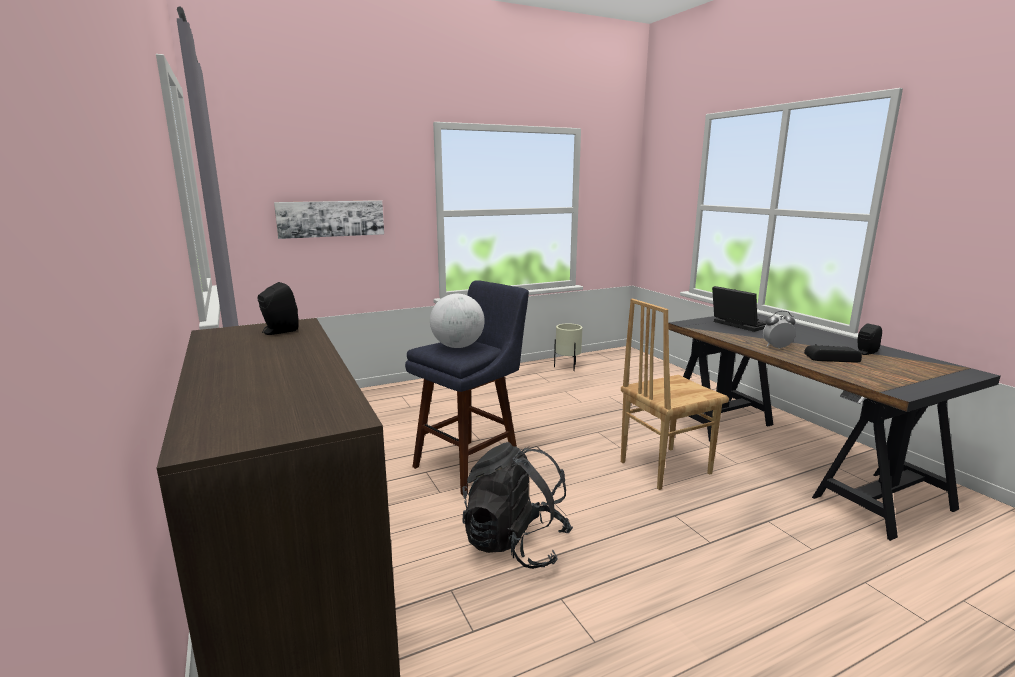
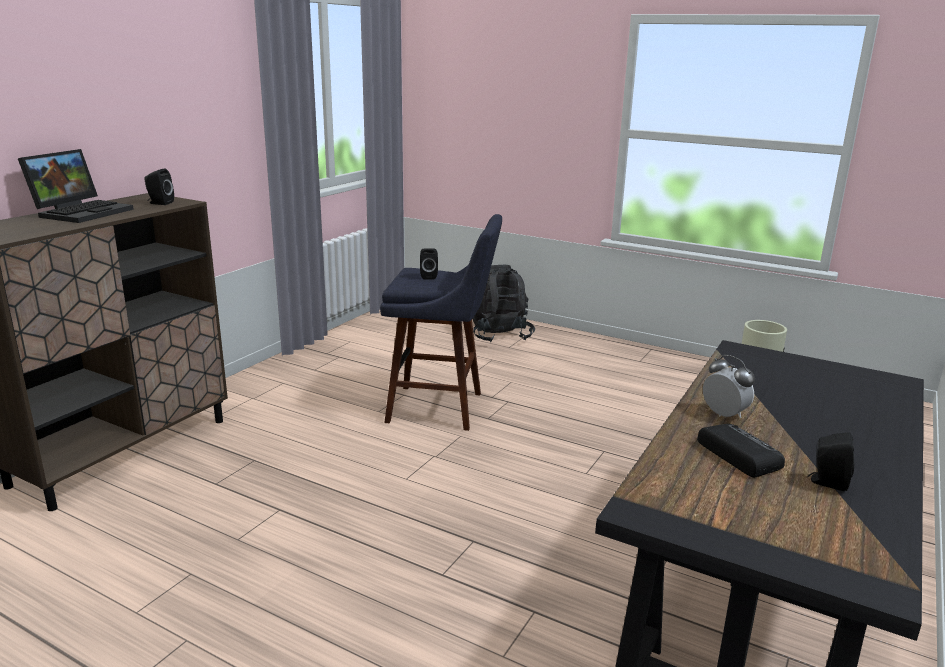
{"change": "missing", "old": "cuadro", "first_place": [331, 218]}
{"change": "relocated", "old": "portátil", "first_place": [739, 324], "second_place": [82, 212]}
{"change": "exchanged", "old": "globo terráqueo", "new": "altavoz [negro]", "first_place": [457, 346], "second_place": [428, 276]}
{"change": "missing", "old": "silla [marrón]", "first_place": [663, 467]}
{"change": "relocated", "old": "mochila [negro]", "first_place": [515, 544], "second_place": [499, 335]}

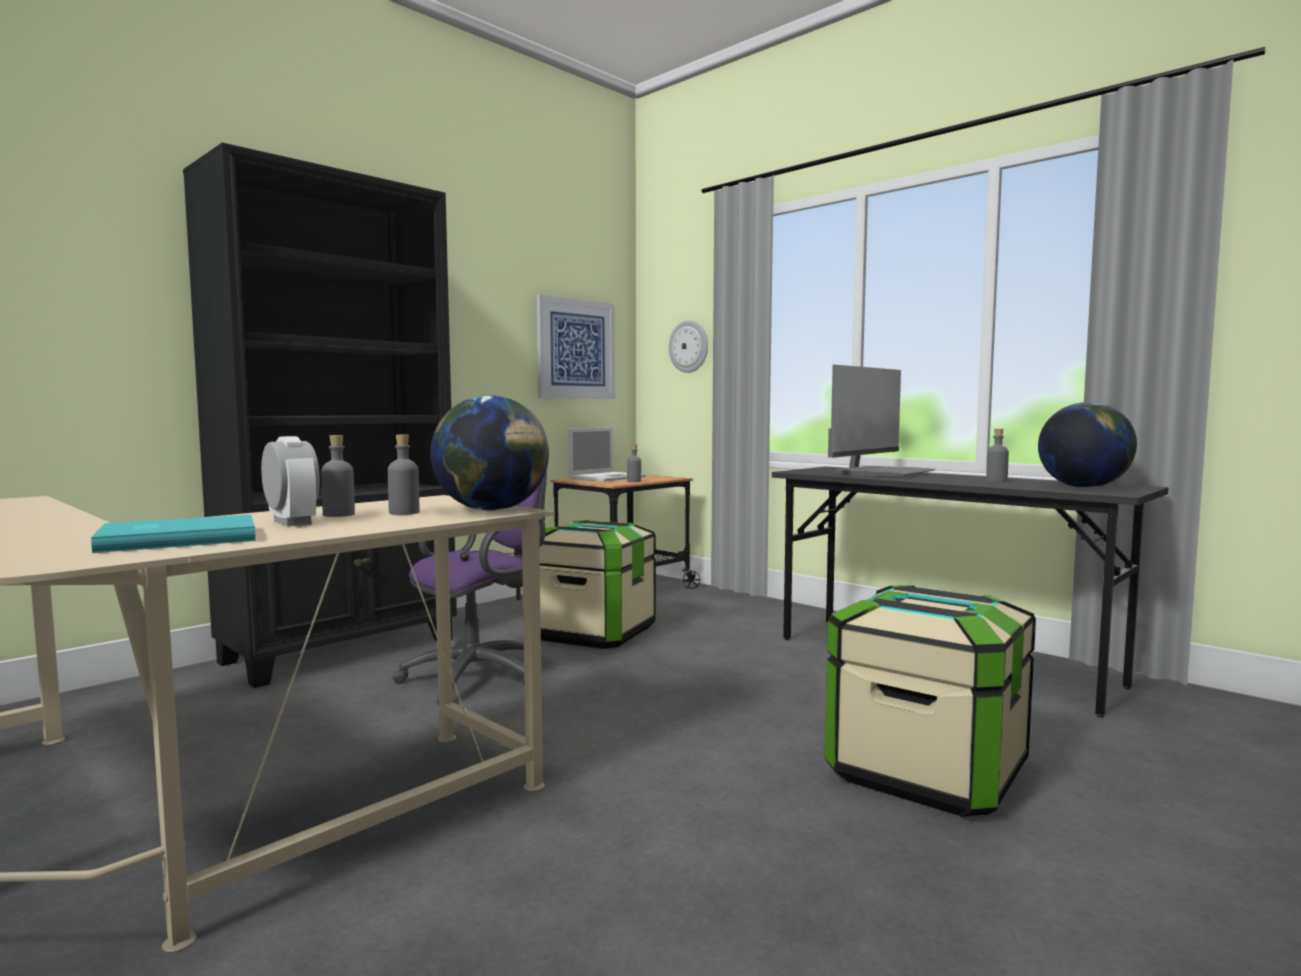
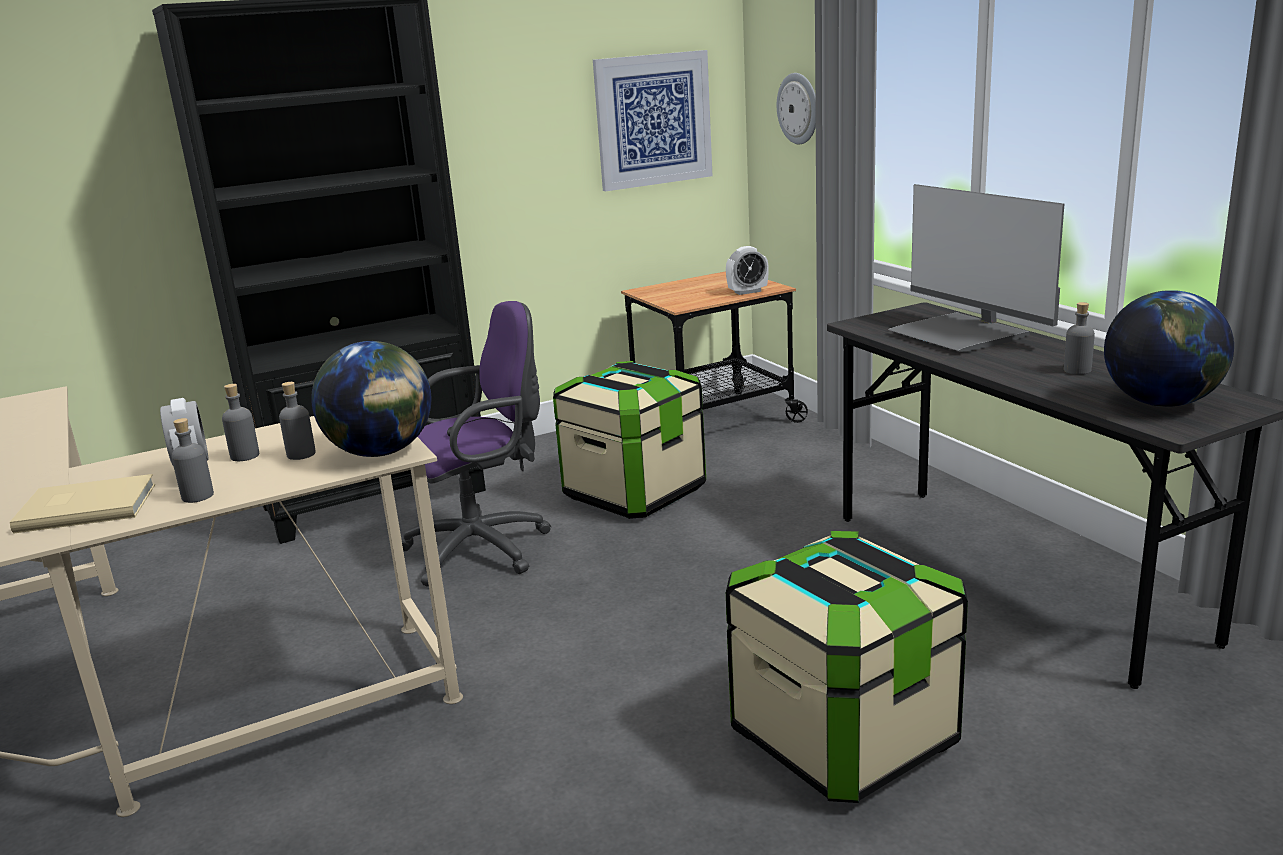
{"change": "spun", "old": "monitor", "first_place": [881, 473], "second_place": [960, 334], "degrees": 90}
{"change": "missing", "old": "portátil", "first_place": [608, 477]}
{"change": "relocated", "old": "botella [gris]", "first_place": [634, 481], "second_place": [198, 496]}
{"change": "colour", "old": "libro [turquesa]", "new": "libro [beis]", "first_place": [177, 538], "second_place": [86, 507]}
{"change": "appeared", "new": "despertador", "second_place": [747, 292]}

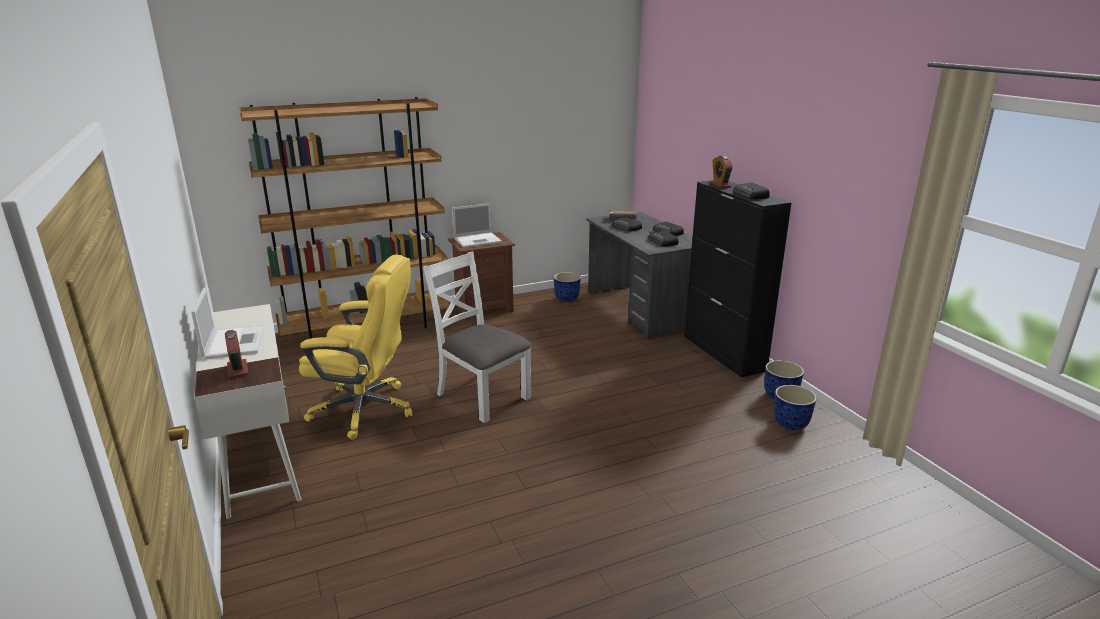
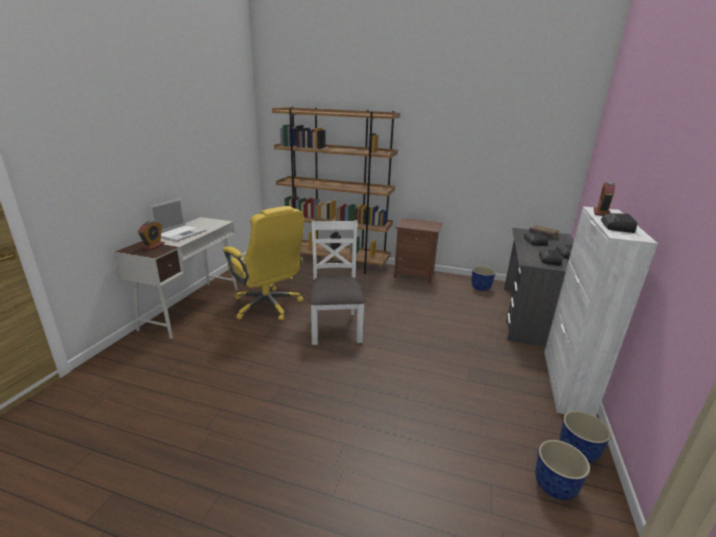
{"change": "colour", "old": "armario [negro]", "new": "armario [blanco]", "first_place": [723, 353], "second_place": [566, 382]}
{"change": "missing", "old": "portátil", "first_place": [478, 240]}

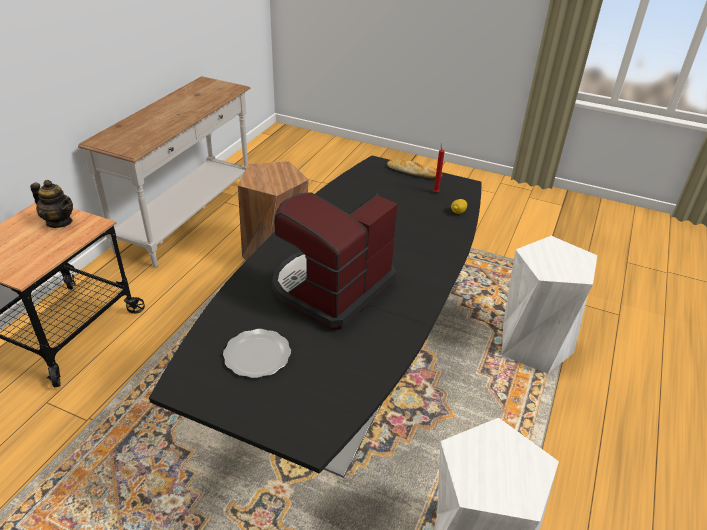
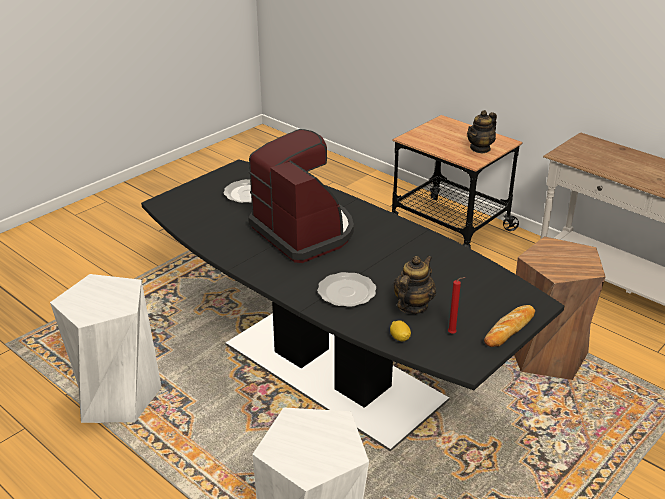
{"change": "appeared", "new": "tetera", "second_place": [412, 306]}
{"change": "appeared", "new": "plato", "second_place": [346, 292]}

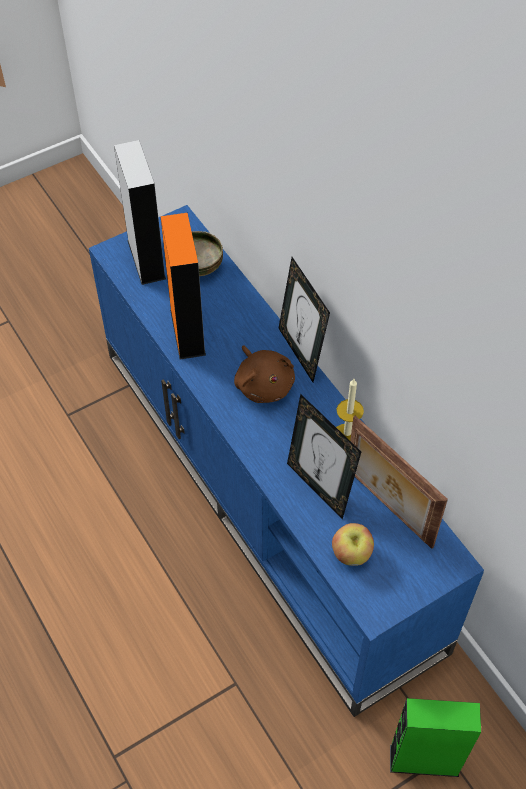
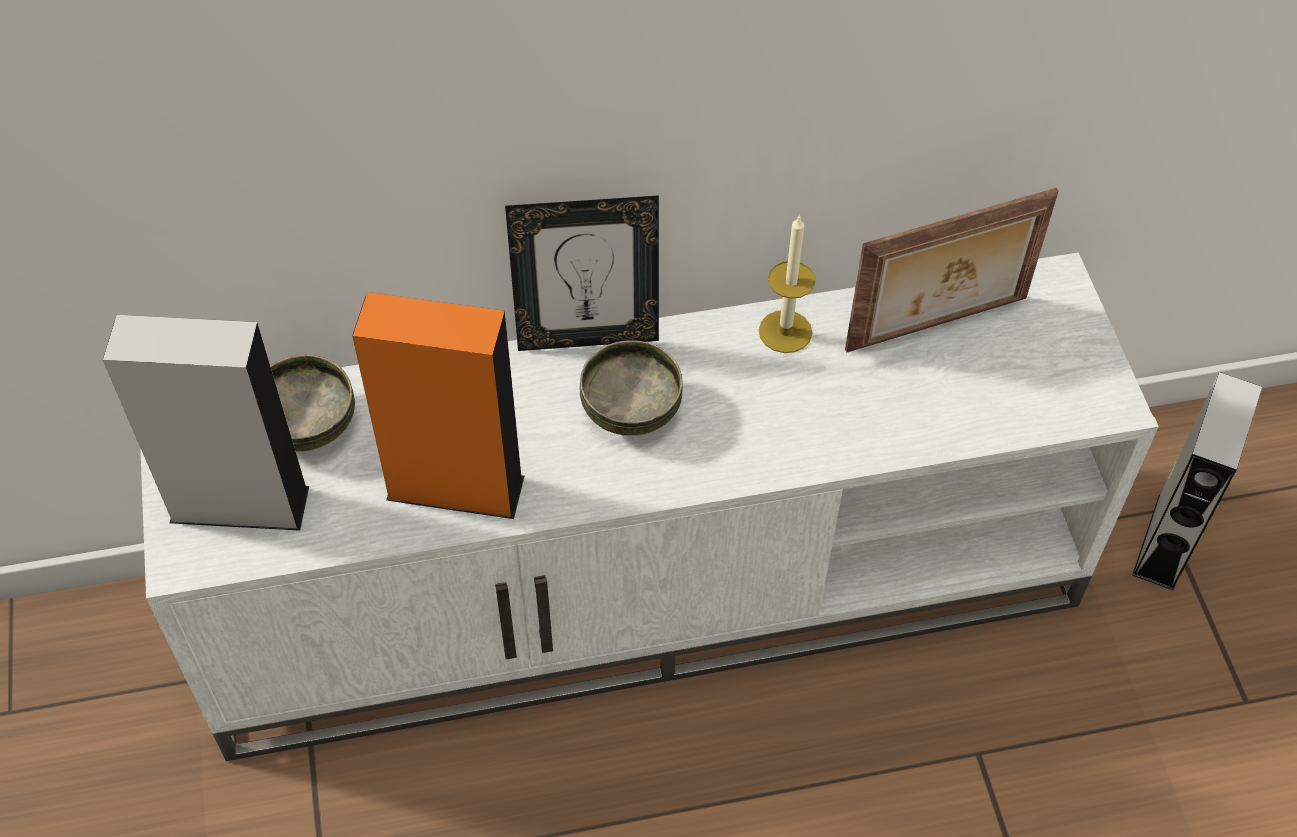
{"change": "colour", "old": "mueble de televisión [azul]", "new": "mueble de televisión [blanco]", "first_place": [269, 493], "second_place": [649, 589]}
{"change": "exchanged", "old": "peluche [marrón]", "new": "cuenco", "first_place": [263, 384], "second_place": [629, 409]}
{"change": "missing", "old": "portarretratos", "first_place": [319, 487]}
{"change": "missing", "old": "manzana", "first_place": [351, 554]}
{"change": "colour", "old": "altavoz [verde]", "new": "altavoz [gris]", "first_place": [424, 760], "second_place": [1166, 541]}

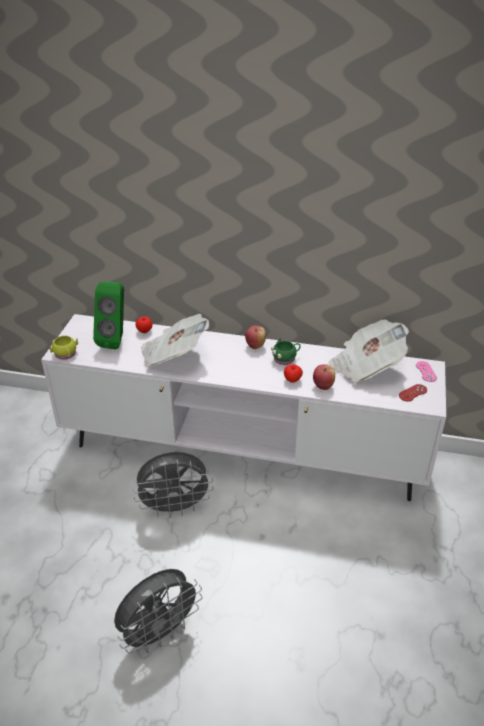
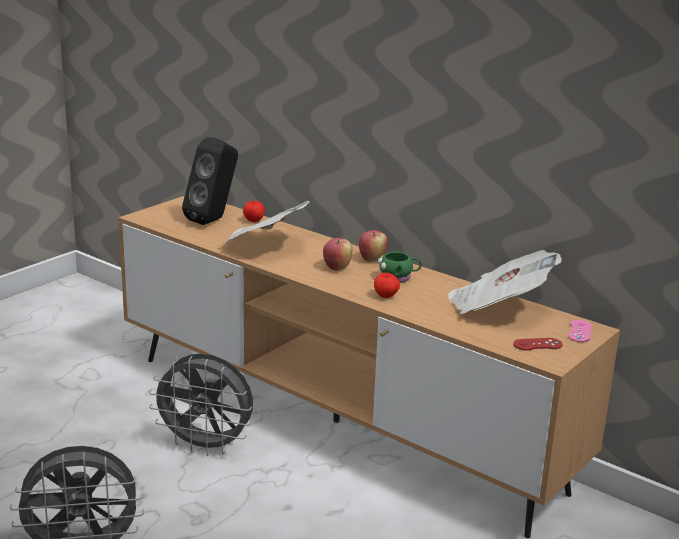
{"change": "colour", "old": "altavoz [verde]", "new": "altavoz [negro]", "first_place": [116, 339], "second_place": [214, 220]}
{"change": "colour", "old": "mueble de televisión [blanco]", "new": "mueble de televisión [marrón]", "first_place": [242, 453], "second_place": [335, 421]}
{"change": "missing", "old": "taza grande [amarillo]", "first_place": [66, 355]}
{"change": "relocated", "old": "manzana", "first_place": [323, 386], "second_place": [337, 267]}

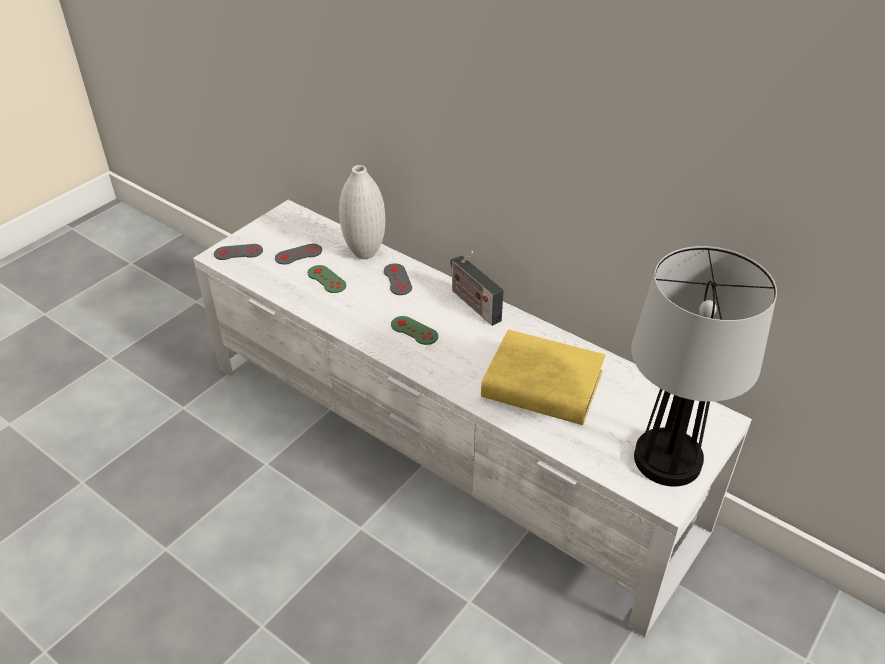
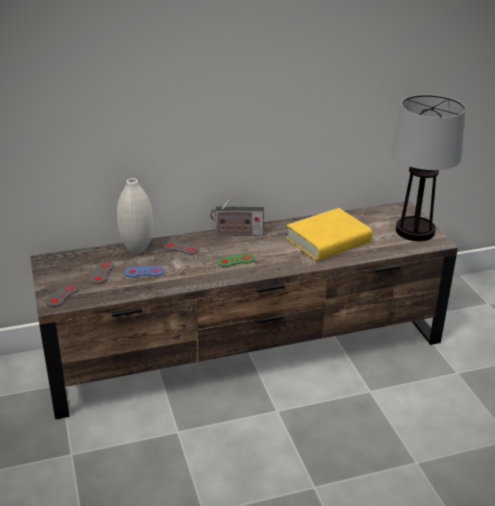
{"change": "colour", "old": "mueble de televisión [blanco]", "new": "mueble de televisión [marrón]", "first_place": [445, 445], "second_place": [248, 348]}
{"change": "colour", "old": "mando de consola [verde]", "new": "mando de consola [azul]", "first_place": [326, 279], "second_place": [144, 272]}

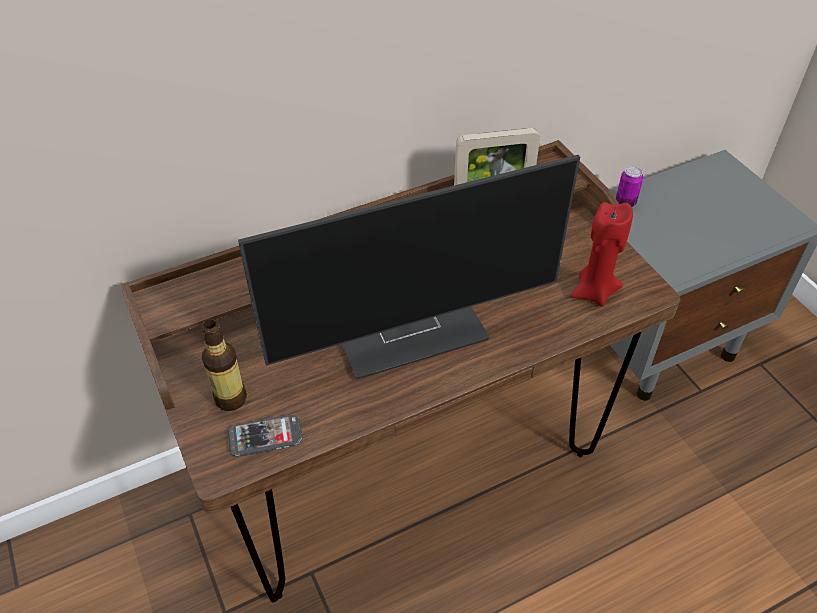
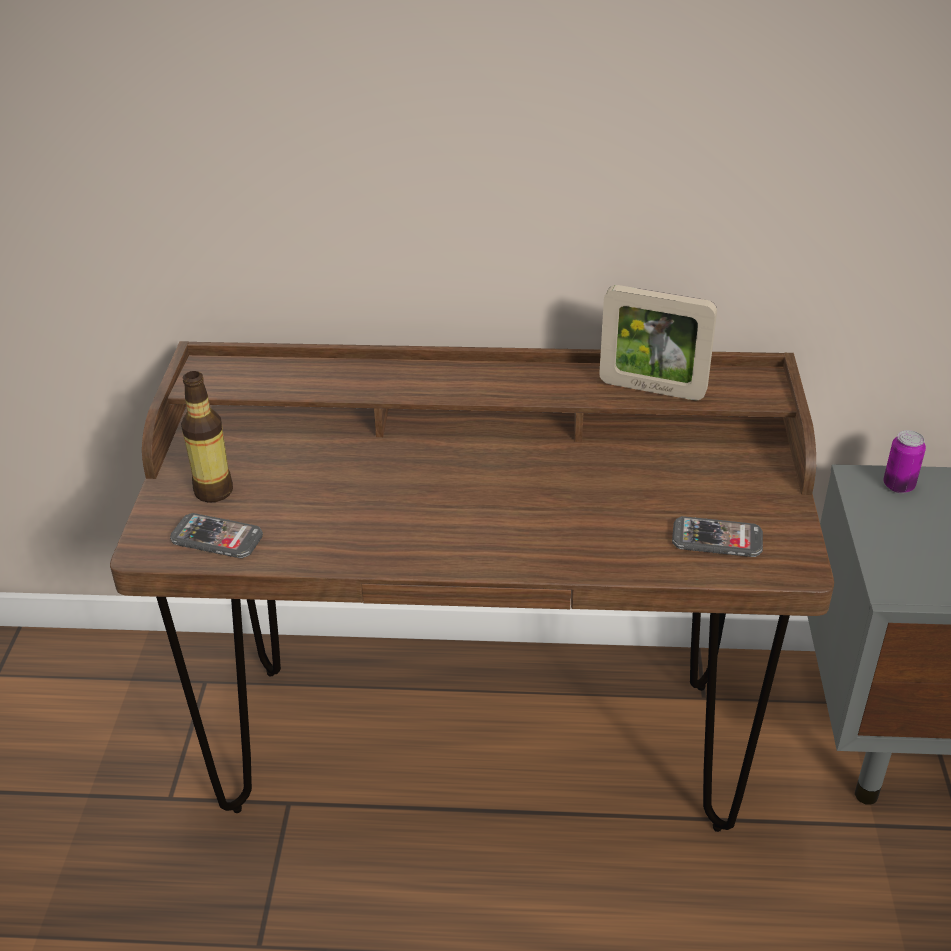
{"change": "missing", "old": "monitor", "first_place": [410, 328]}
{"change": "exchanged", "old": "vela [rojo]", "new": "móvil", "first_place": [593, 292], "second_place": [717, 539]}

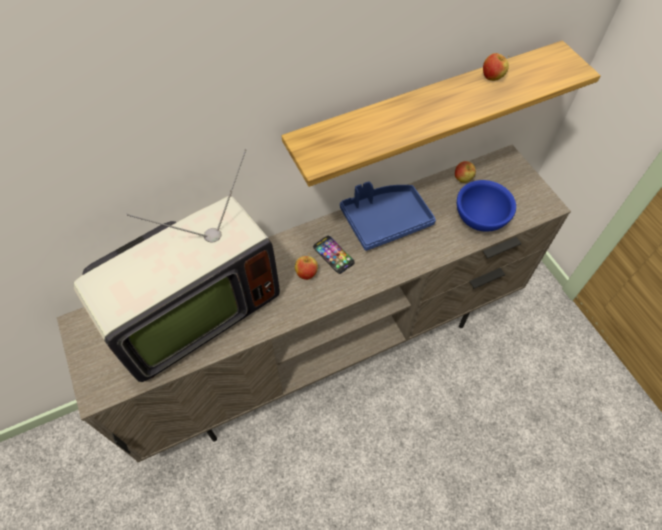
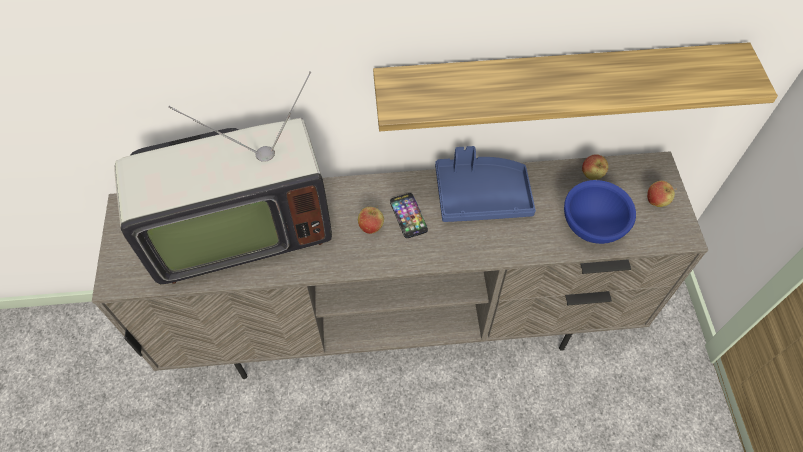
{"change": "relocated", "old": "manzana", "first_place": [492, 77], "second_place": [656, 202]}

